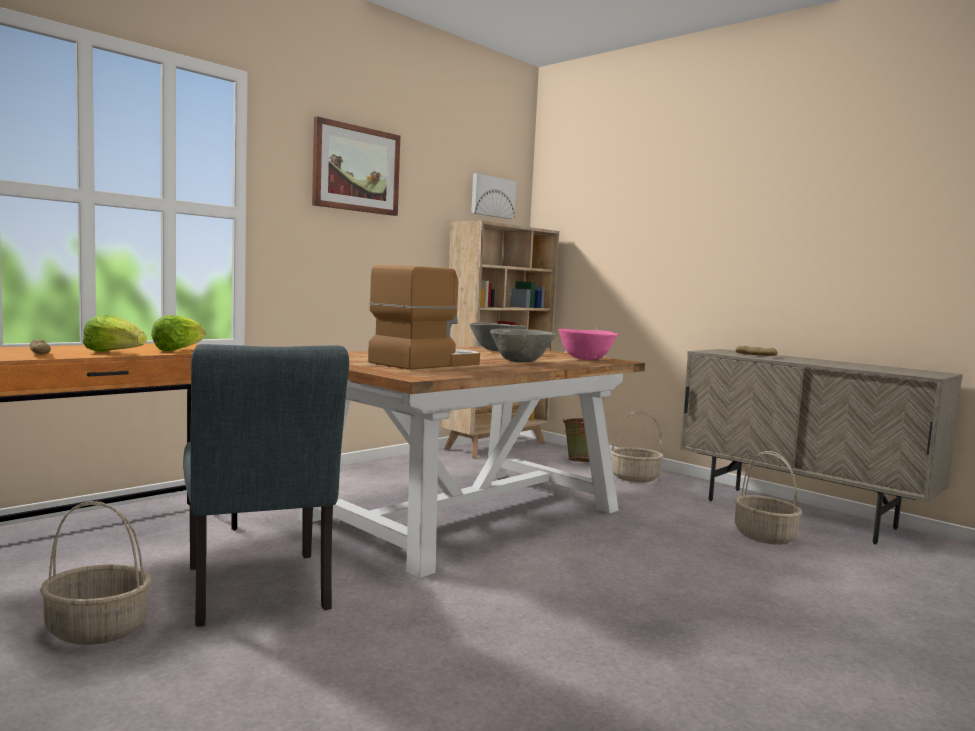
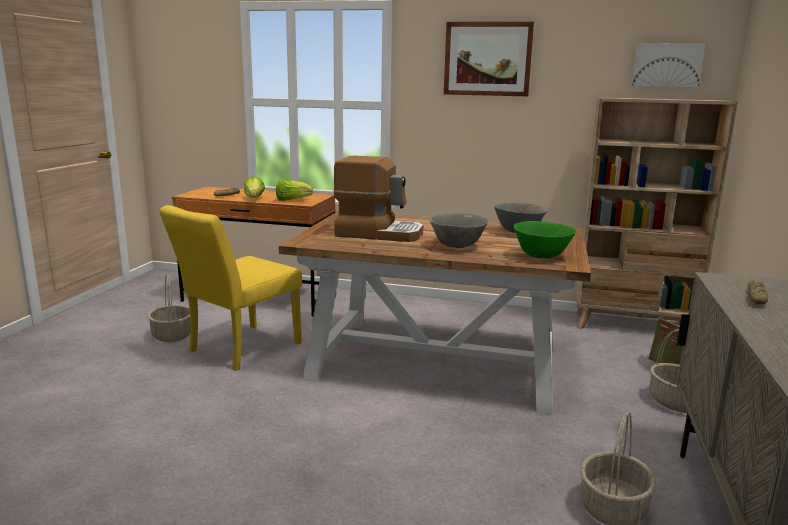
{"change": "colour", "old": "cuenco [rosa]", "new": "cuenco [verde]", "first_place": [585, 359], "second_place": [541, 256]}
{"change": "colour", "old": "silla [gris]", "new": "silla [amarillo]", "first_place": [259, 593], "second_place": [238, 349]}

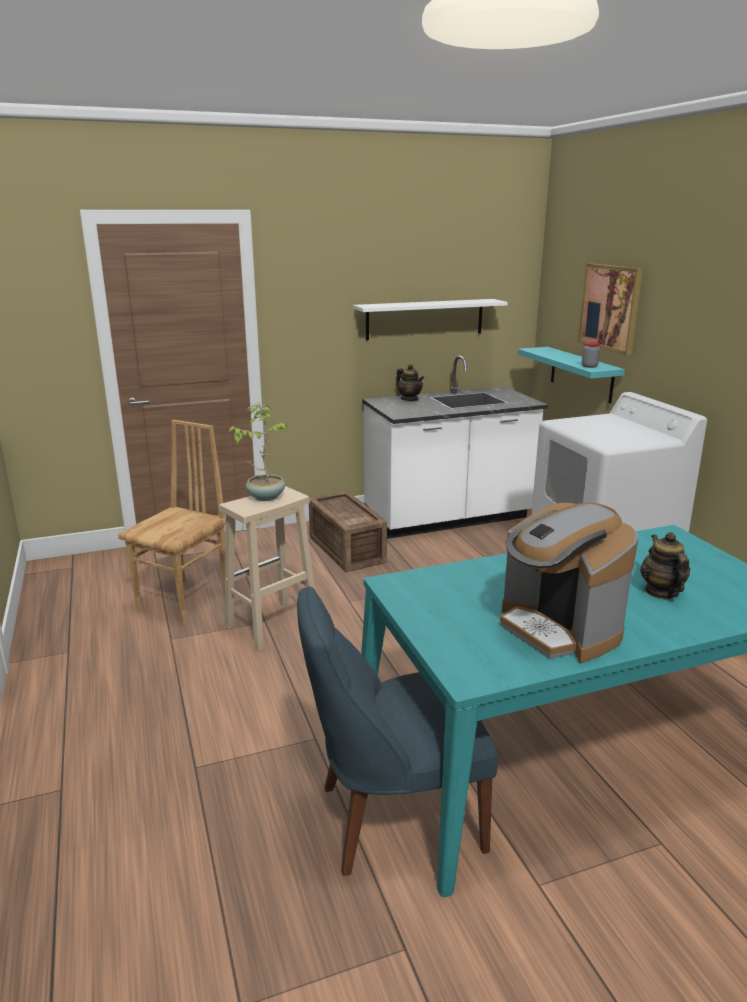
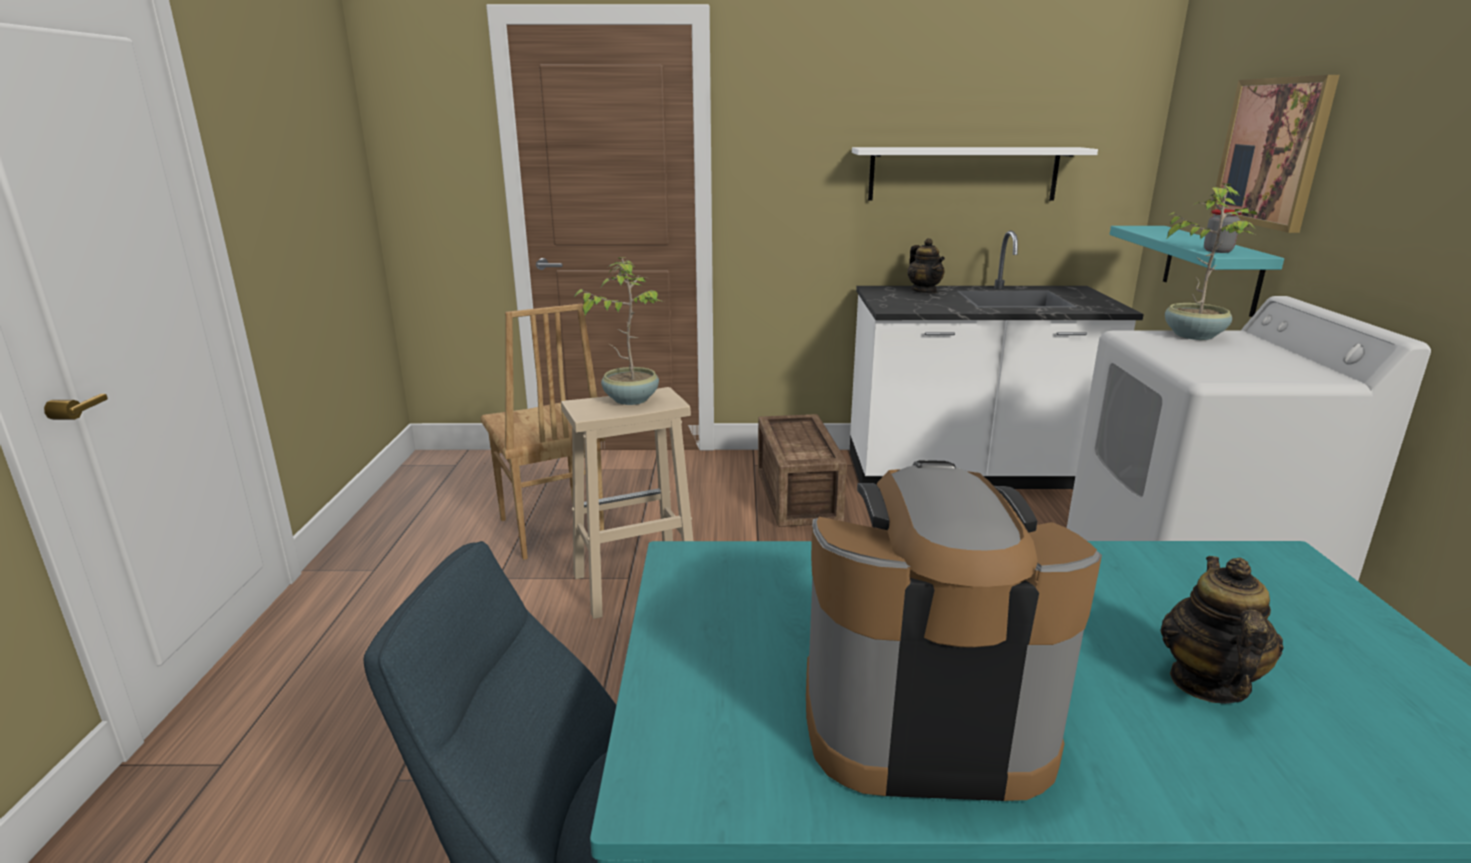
{"change": "spun", "old": "silla [marrón]", "first_place": [185, 601], "second_place": [549, 530], "degrees": 105}
{"change": "spun", "old": "cafetera", "first_place": [558, 629], "second_place": [923, 720], "degrees": 105}
{"change": "appeared", "new": "planta en maceta", "second_place": [1193, 335]}

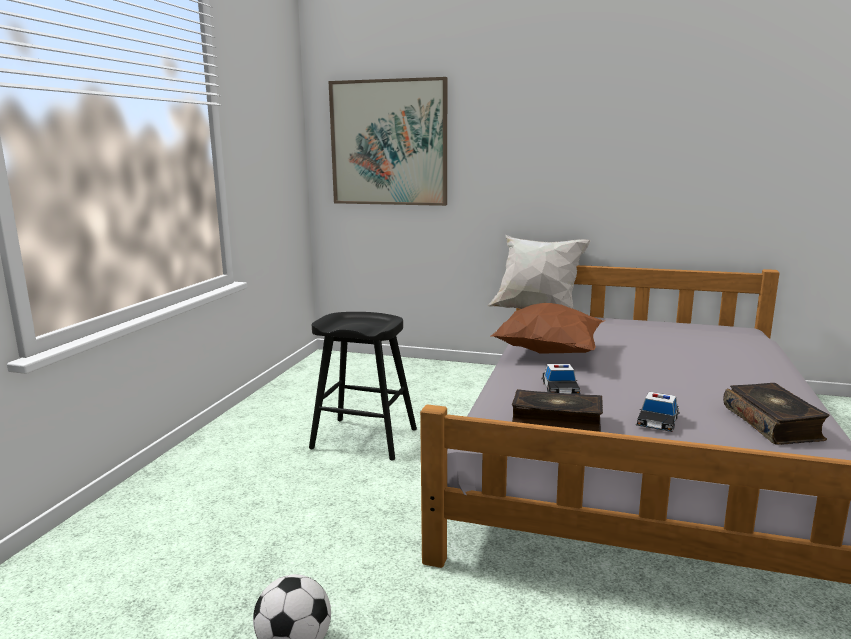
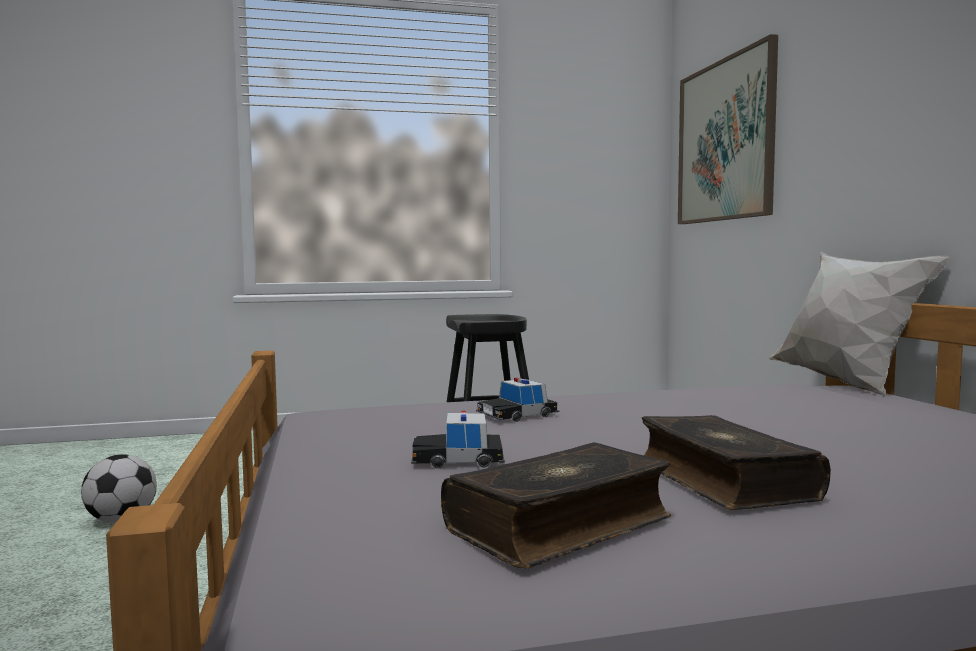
{"change": "missing", "old": "cojín [marrón]", "first_place": [549, 352]}
{"change": "relocated", "old": "libro", "first_place": [556, 424], "second_place": [721, 481]}

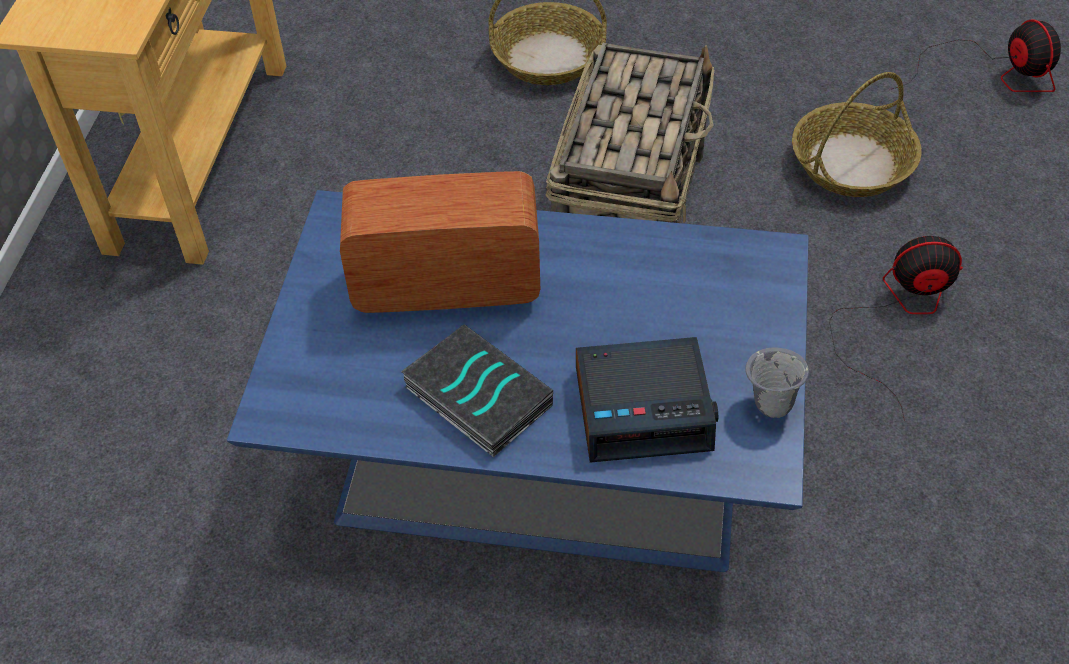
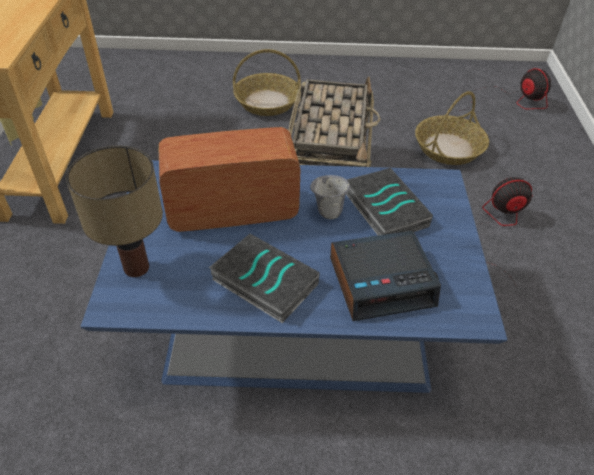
{"change": "relocated", "old": "taza grande [gris]", "first_place": [770, 403], "second_place": [327, 212]}
{"change": "appeared", "new": "lámpara de mesa", "second_place": [136, 266]}
{"change": "appeared", "new": "libro", "second_place": [383, 209]}

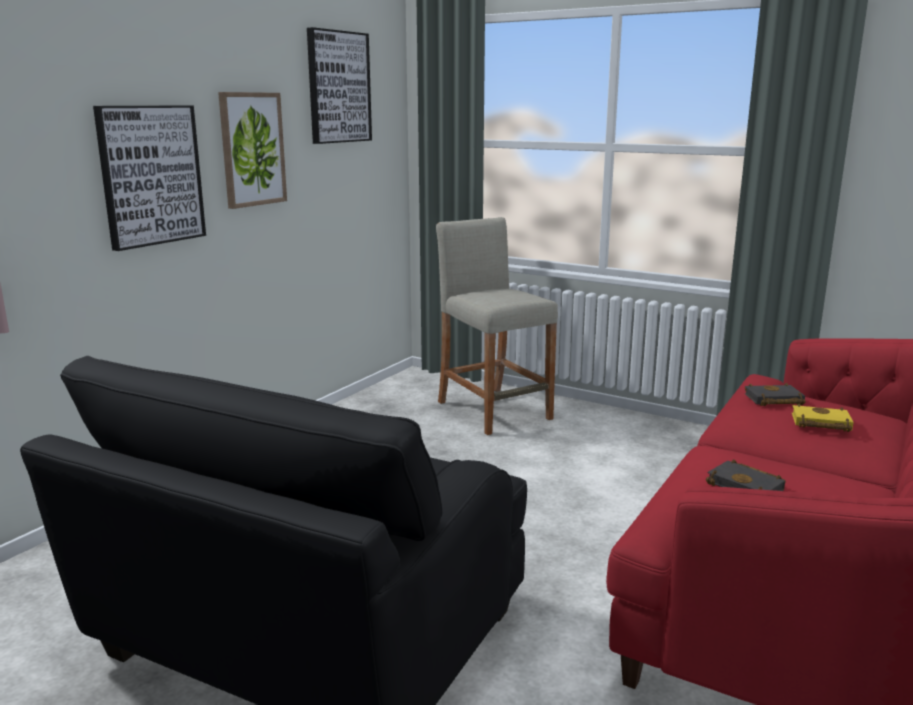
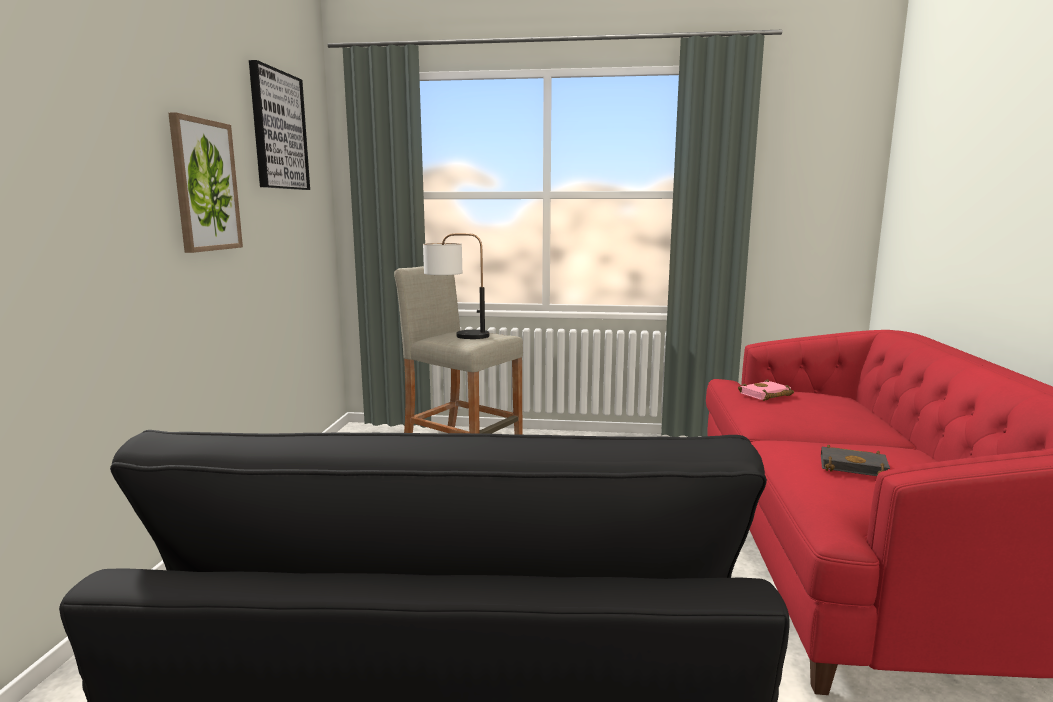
{"change": "missing", "old": "cuadro", "first_place": [151, 175]}
{"change": "colour", "old": "libro [negro]", "new": "libro [rosa]", "first_place": [773, 400], "second_place": [765, 395]}
{"change": "missing", "old": "libro [amarillo]", "first_place": [819, 423]}
{"change": "appeared", "new": "lámpara de mesa", "second_place": [456, 336]}

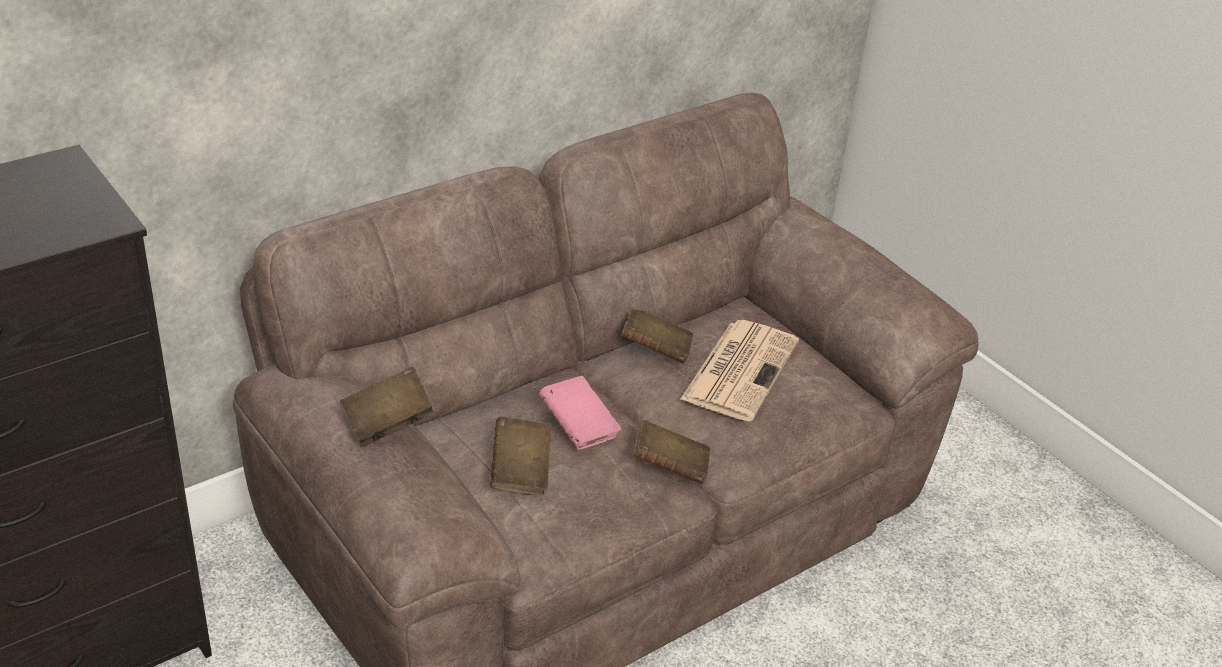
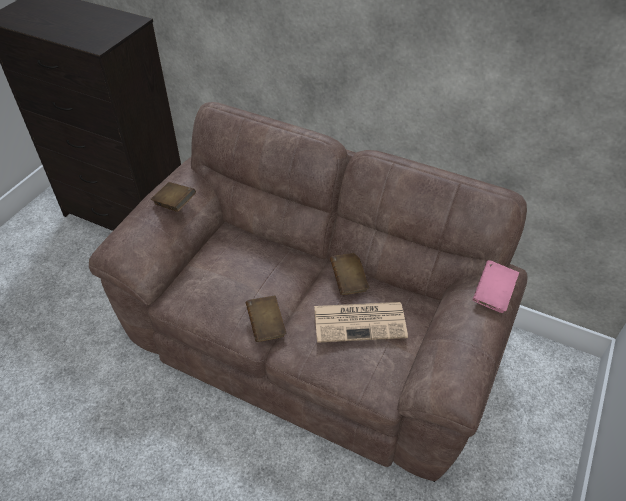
{"change": "relocated", "old": "libro [rosa]", "first_place": [578, 428], "second_place": [493, 294]}
{"change": "missing", "old": "libro [marrón]", "first_place": [520, 471]}

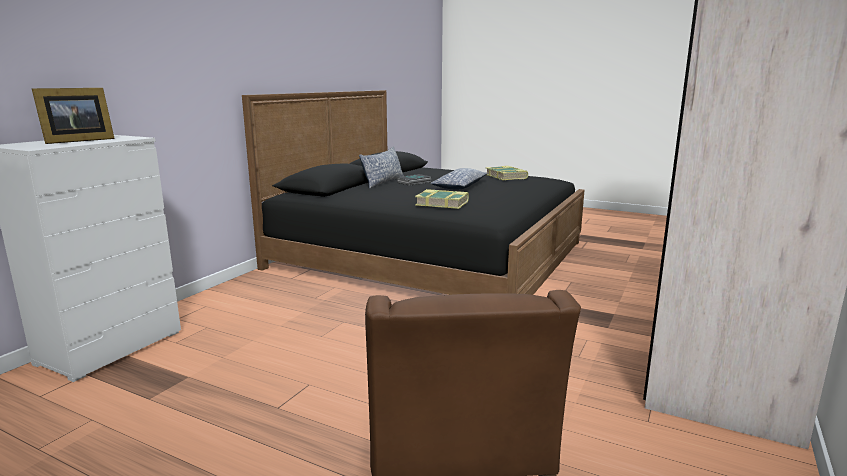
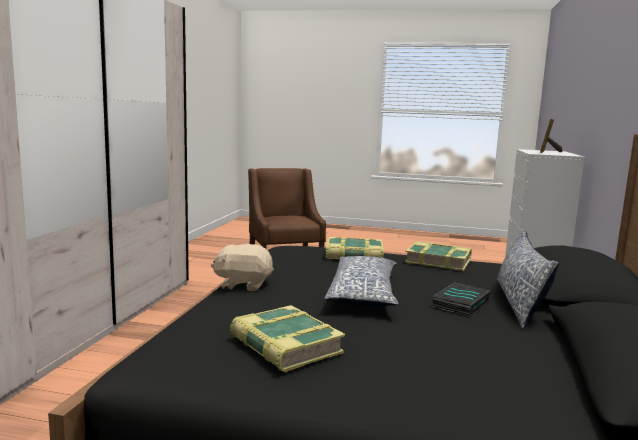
{"change": "appeared", "new": "libro", "second_place": [438, 261]}
{"change": "appeared", "new": "peluche [beis]", "second_place": [243, 285]}

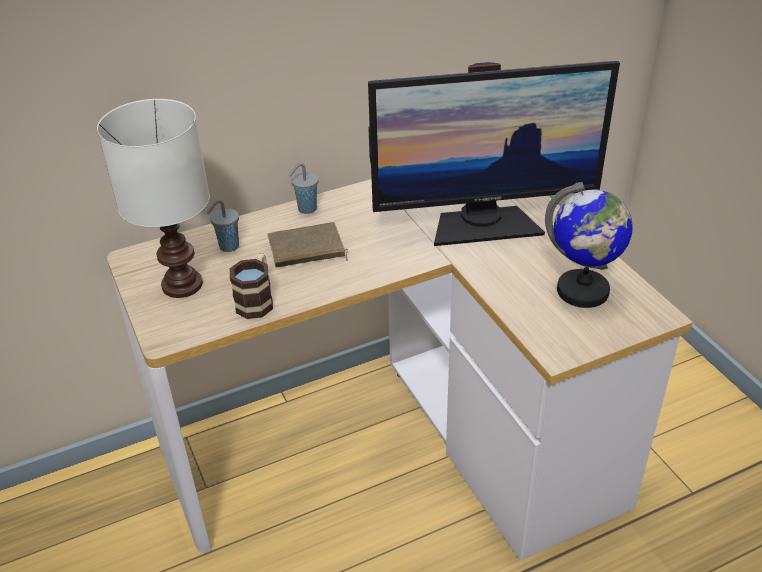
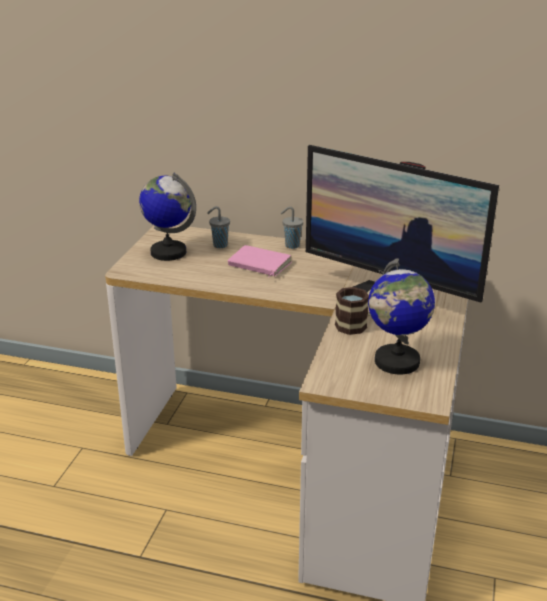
{"change": "exchanged", "old": "lámpara de mesa [blanco]", "new": "globo terráqueo", "first_place": [181, 286], "second_place": [168, 252]}
{"change": "colour", "old": "libro [marrón]", "new": "libro [rosa]", "first_place": [306, 250], "second_place": [258, 265]}
{"change": "relocated", "old": "taza grande", "first_place": [257, 300], "second_place": [356, 324]}

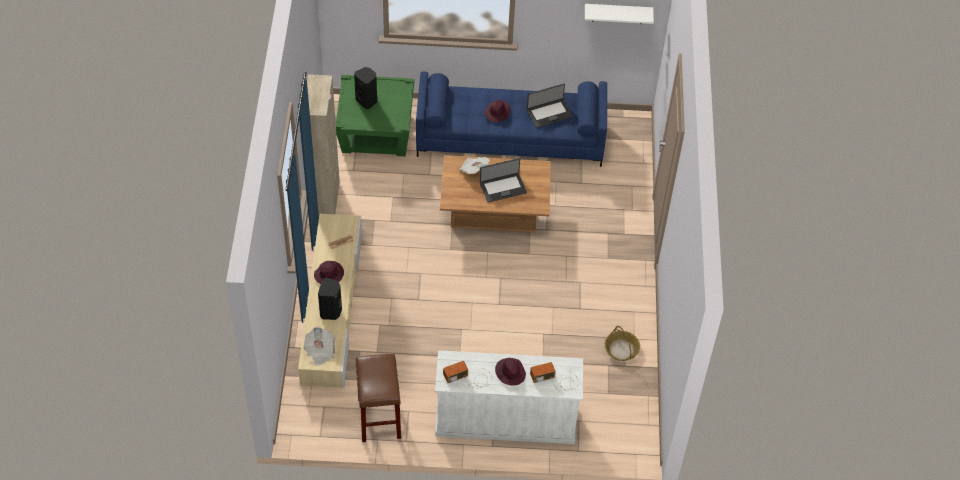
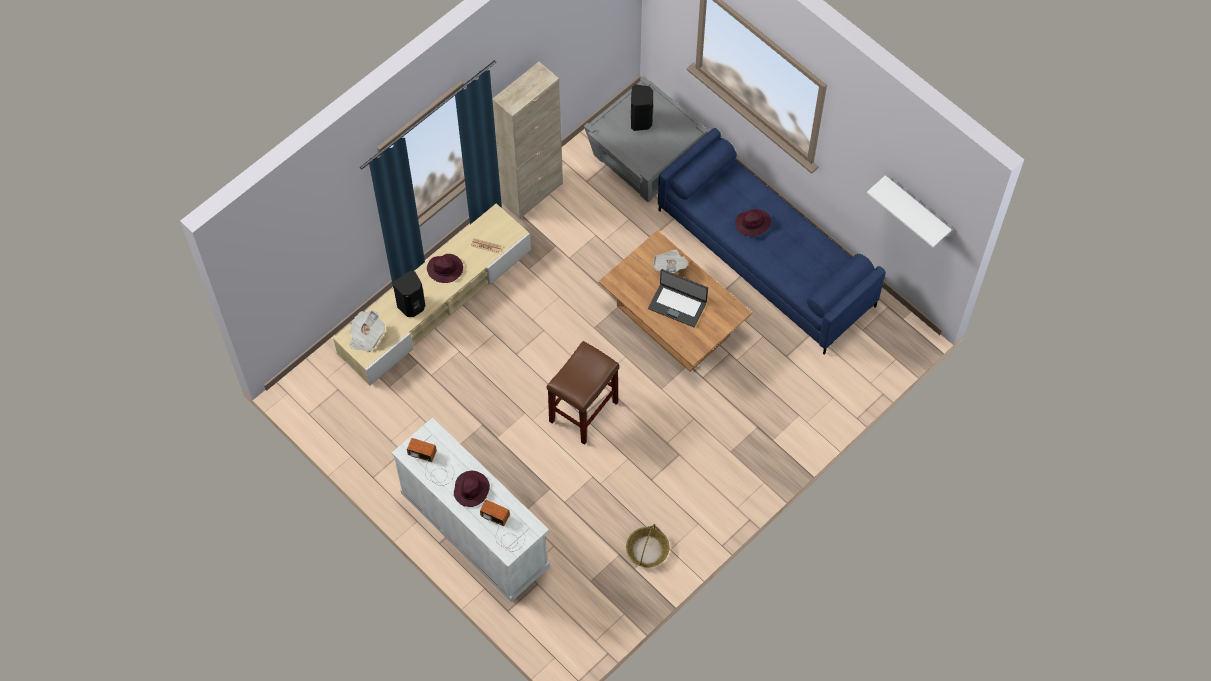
{"change": "colour", "old": "mesa auxiliar [verde]", "new": "mesa auxiliar [gris]", "first_place": [376, 133], "second_place": [645, 158]}
{"change": "missing", "old": "portátil", "first_place": [549, 113]}
{"change": "relocated", "old": "taburete [marrón]", "first_place": [379, 419], "second_place": [583, 412]}

